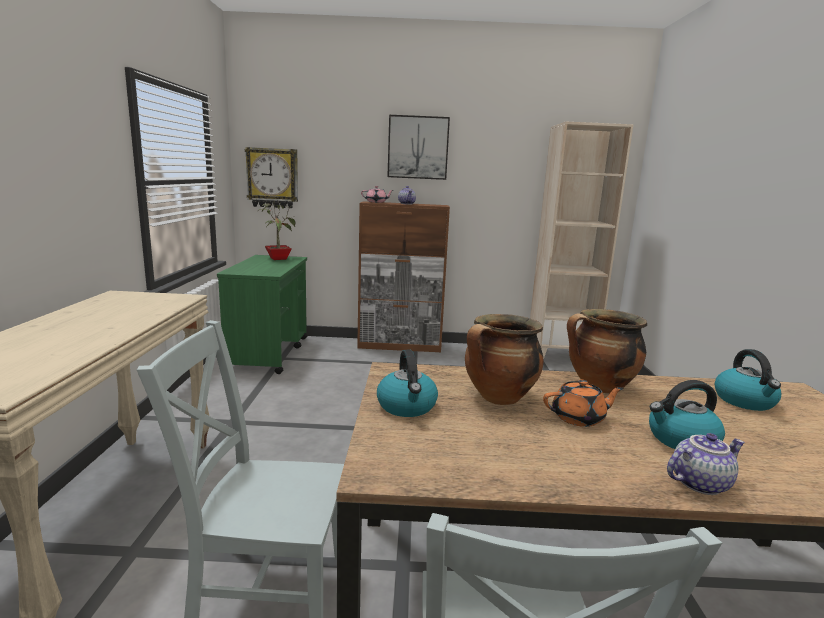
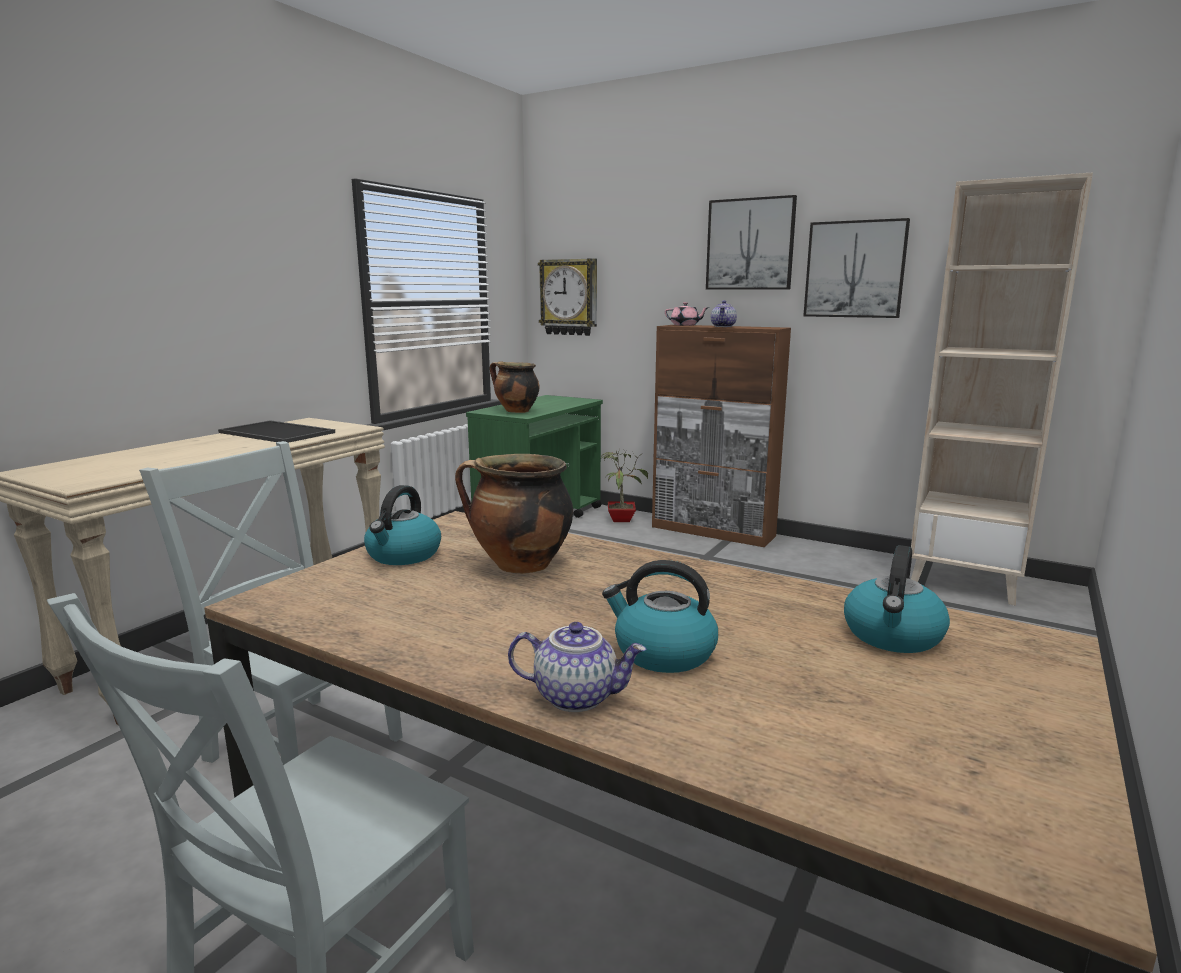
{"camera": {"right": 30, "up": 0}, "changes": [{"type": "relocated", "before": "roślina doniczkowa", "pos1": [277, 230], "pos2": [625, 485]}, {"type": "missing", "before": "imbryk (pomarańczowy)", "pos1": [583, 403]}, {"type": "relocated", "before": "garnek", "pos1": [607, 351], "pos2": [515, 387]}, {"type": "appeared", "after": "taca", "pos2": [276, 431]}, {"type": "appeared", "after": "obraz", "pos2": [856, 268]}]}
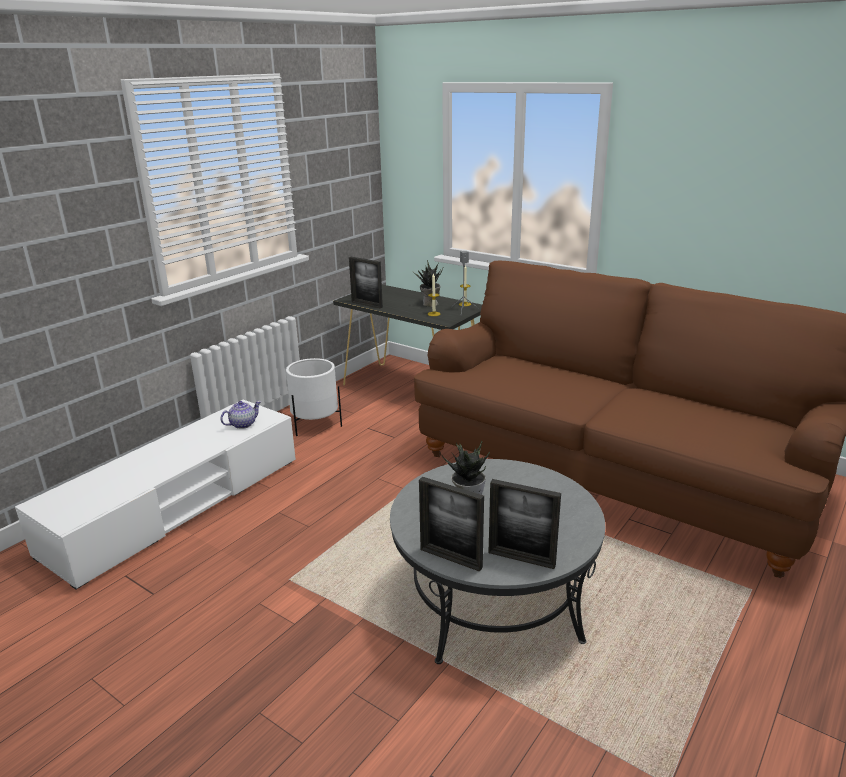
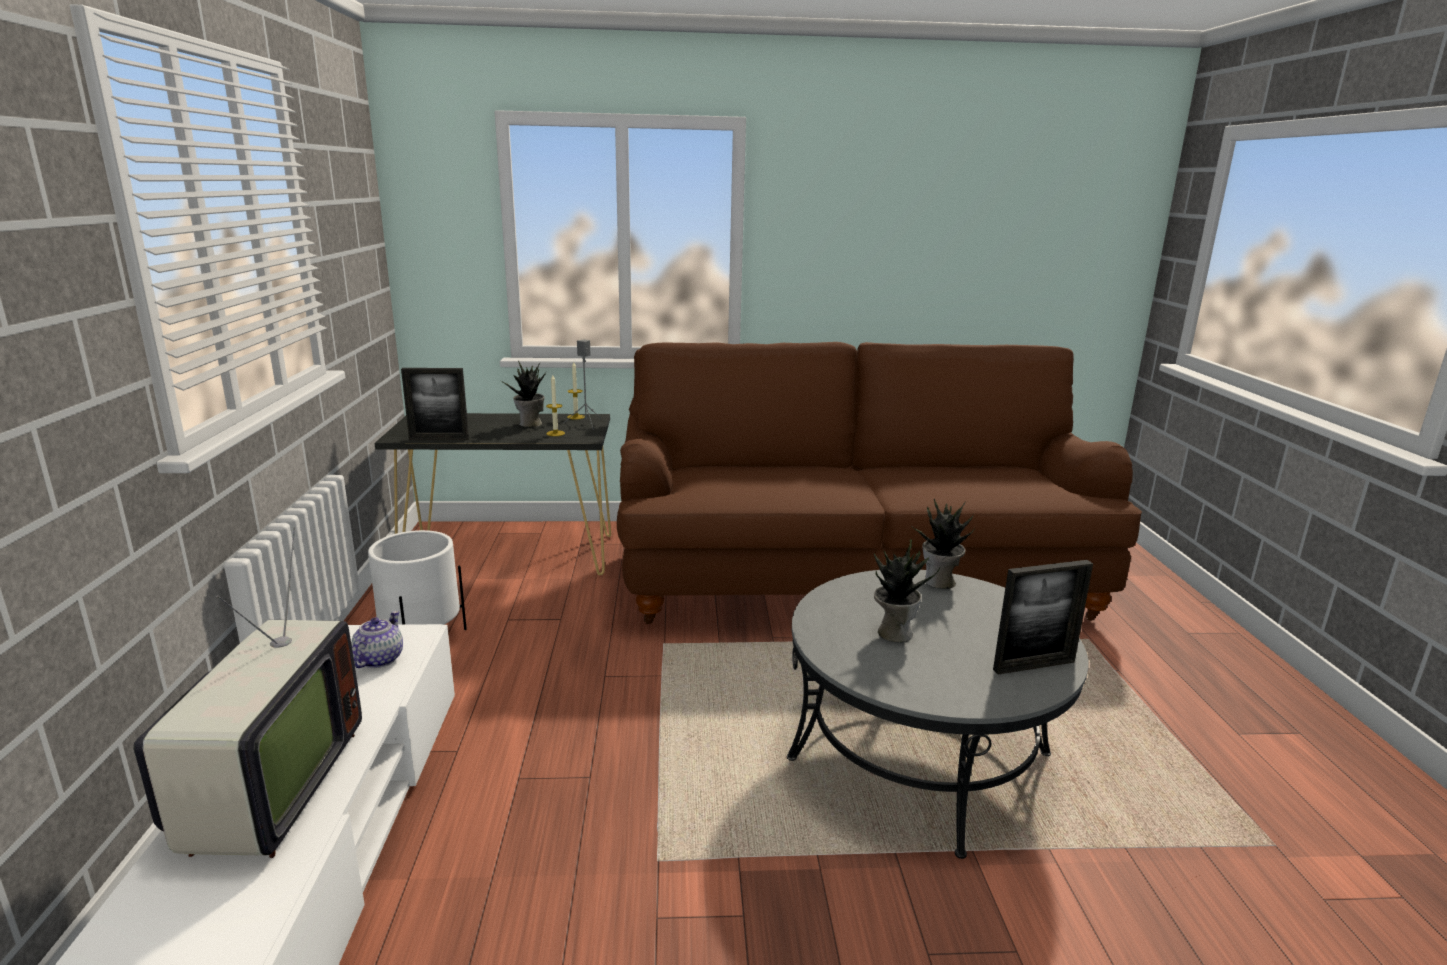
{"camera": {"right": -40, "up": -5}, "changes": [{"type": "missing", "before": "ramka na zdjęcie", "pos1": [451, 524]}, {"type": "appeared", "after": "telewizor", "pos2": [248, 692]}, {"type": "appeared", "after": "roślina doniczkowa", "pos2": [944, 544]}]}
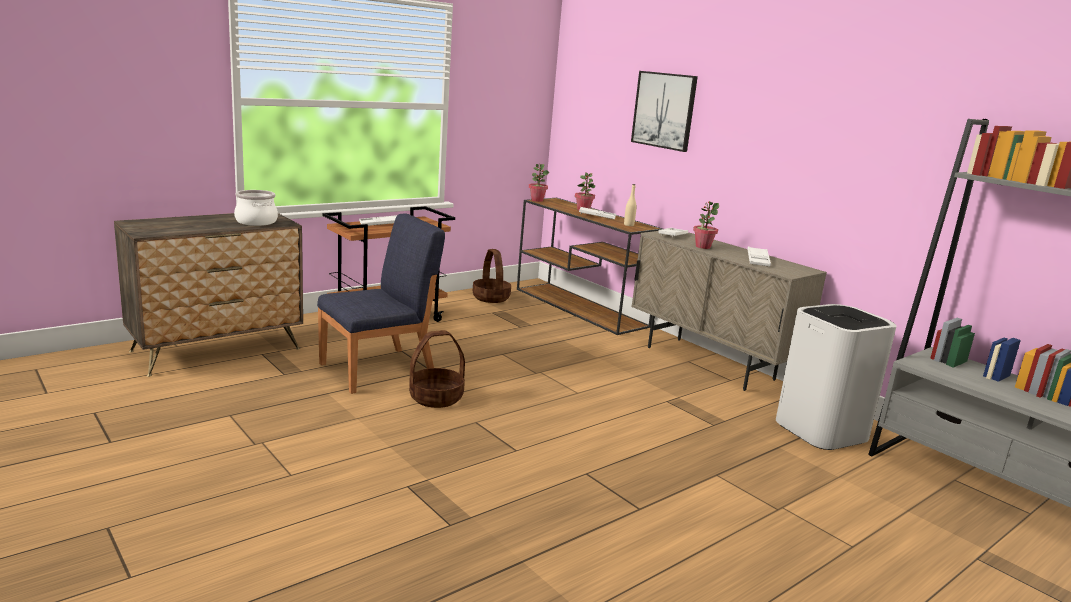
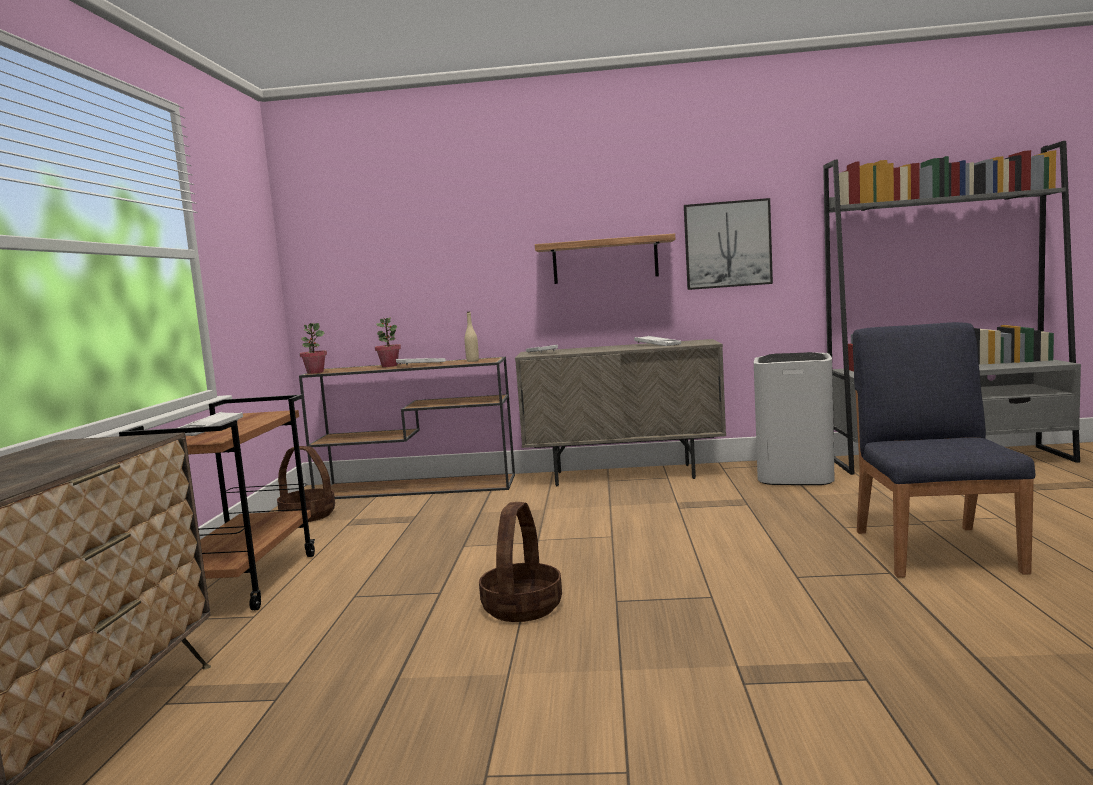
{"camera": {"right": -45, "up": -10}, "changes": [{"type": "missing", "before": "garnek", "pos1": [256, 208]}, {"type": "relocated", "before": "krzesło (niebieski)", "pos1": [381, 303], "pos2": [943, 450]}, {"type": "relocated", "before": "obraz", "pos1": [664, 111], "pos2": [728, 244]}, {"type": "missing", "before": "roślina doniczkowa", "pos1": [706, 225]}, {"type": "appeared", "after": "półka", "pos2": [605, 258]}]}
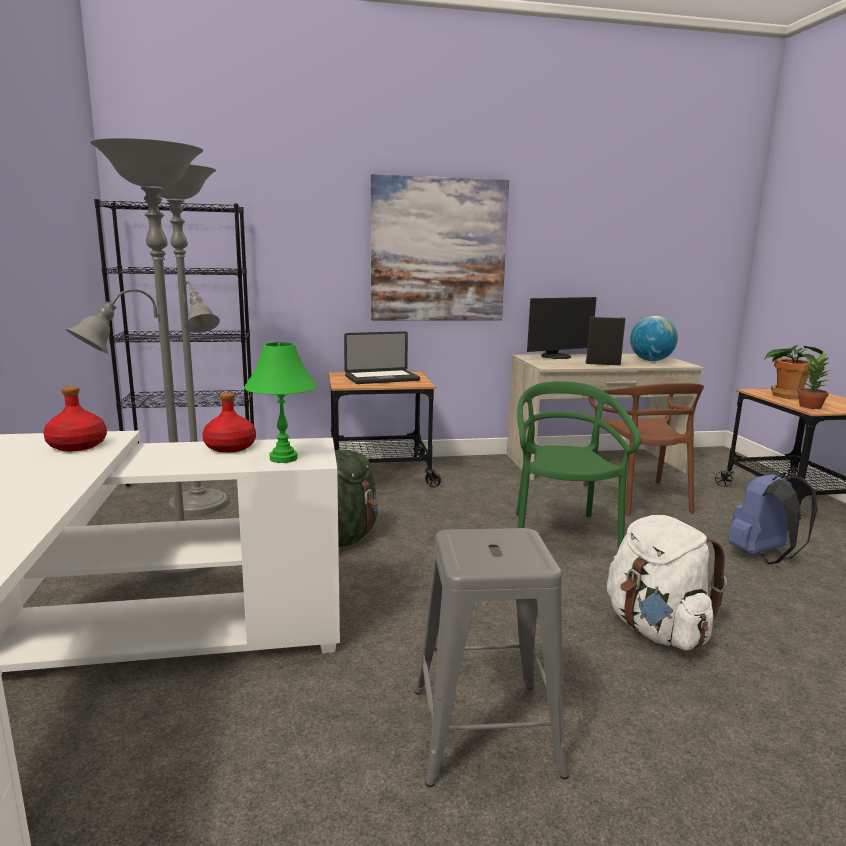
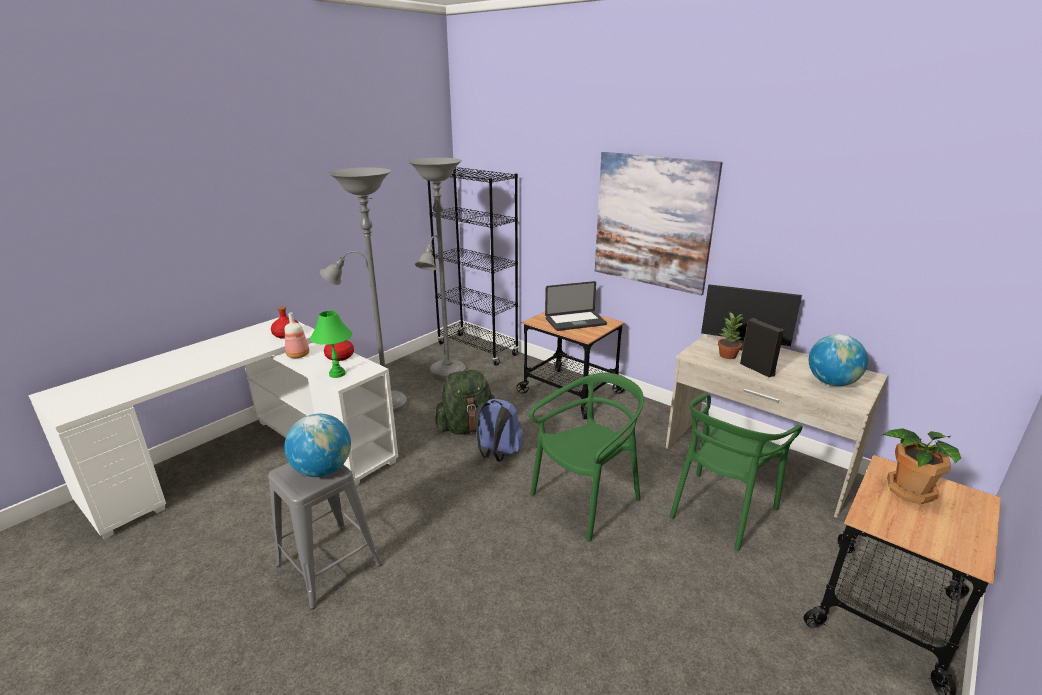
{"camera": {"right": 50, "up": 10}, "changes": [{"type": "spun", "before": "laptop", "pos1": [382, 357], "pos2": [576, 306], "turn": -45}, {"type": "colour", "before": "krzesło (brązowy)", "after": "krzesło (zielony)", "pos1": [643, 449], "pos2": [736, 472]}, {"type": "missing", "before": "plecak (biały)", "pos1": [667, 583]}, {"type": "relocated", "before": "plecak (niebieski)", "pos1": [773, 518], "pos2": [499, 430]}, {"type": "relocated", "before": "roślina doniczkowa", "pos1": [814, 381], "pos2": [730, 336]}, {"type": "appeared", "after": "globus", "pos2": [317, 445]}, {"type": "appeared", "after": "butelka", "pos2": [297, 335]}]}
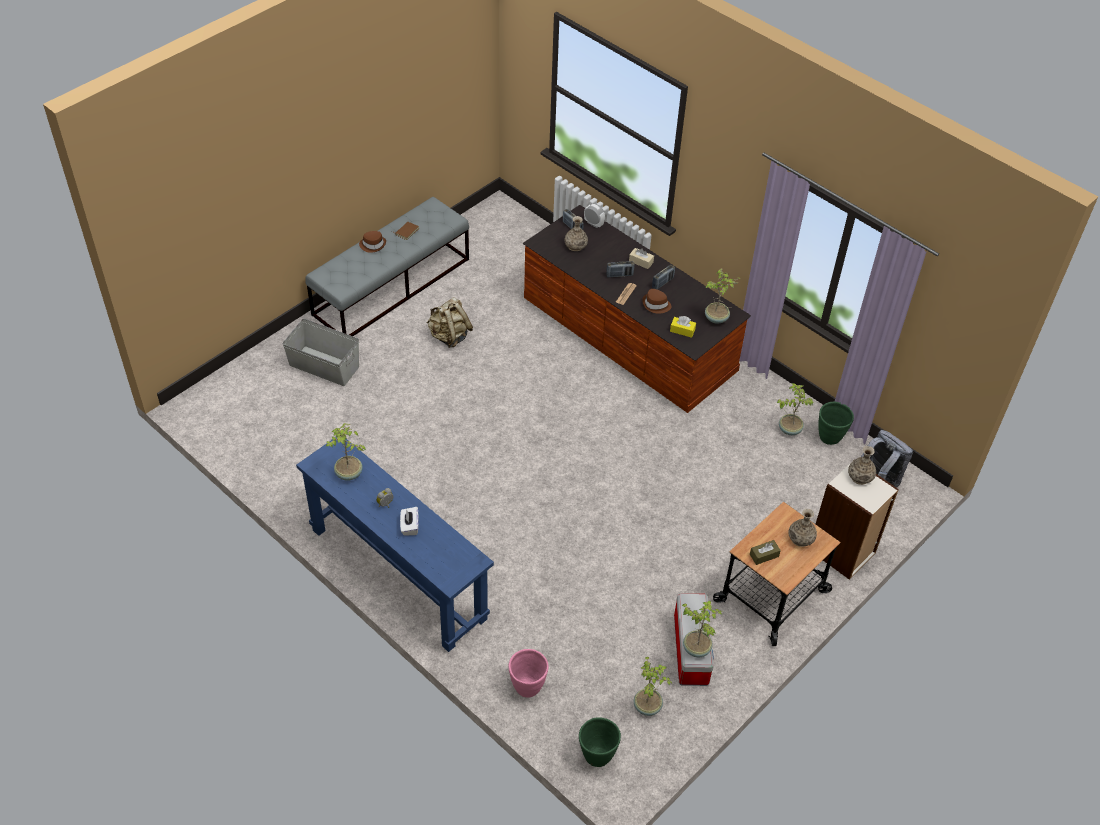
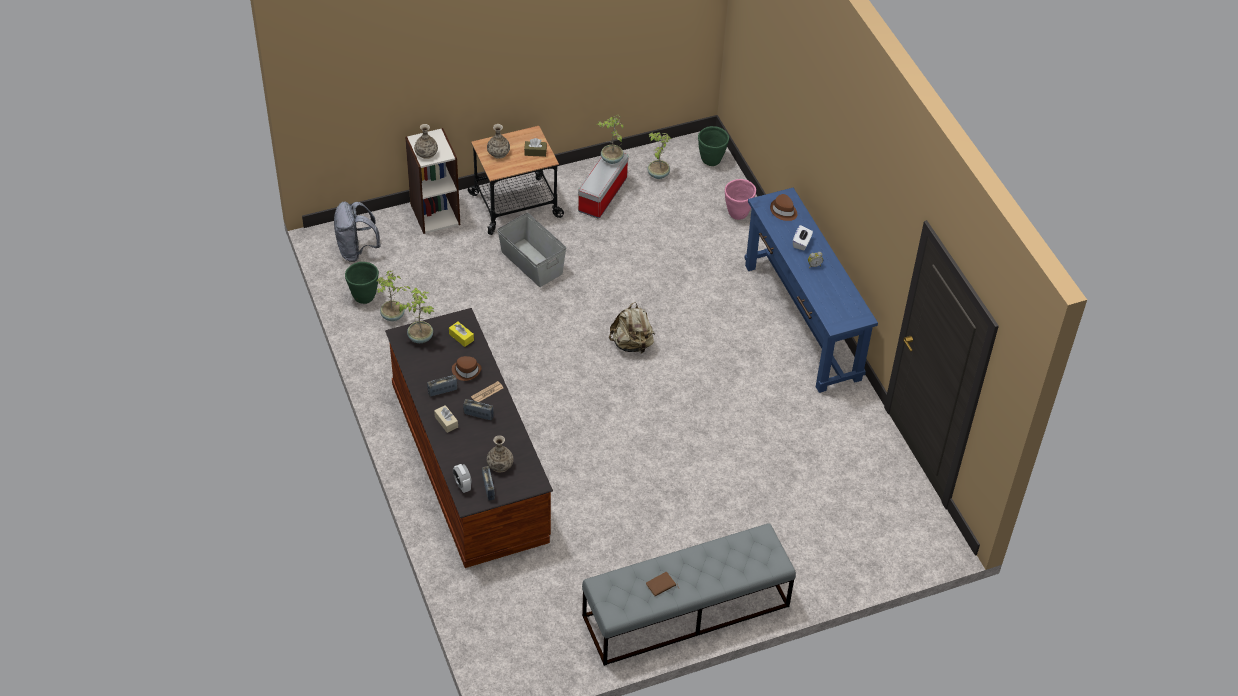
{"camera": {"right": -155, "up": 0}, "changes": [{"type": "relocated", "before": "pojemnik do przechowywania (szary)", "pos1": [320, 352], "pos2": [531, 249]}, {"type": "missing", "before": "roślina doniczkowa", "pos1": [346, 452]}, {"type": "relocated", "before": "kapelusz (brązowy)", "pos1": [372, 242], "pos2": [783, 207]}, {"type": "relocated", "before": "plecak (beżowy)", "pos1": [450, 322], "pos2": [632, 327]}]}
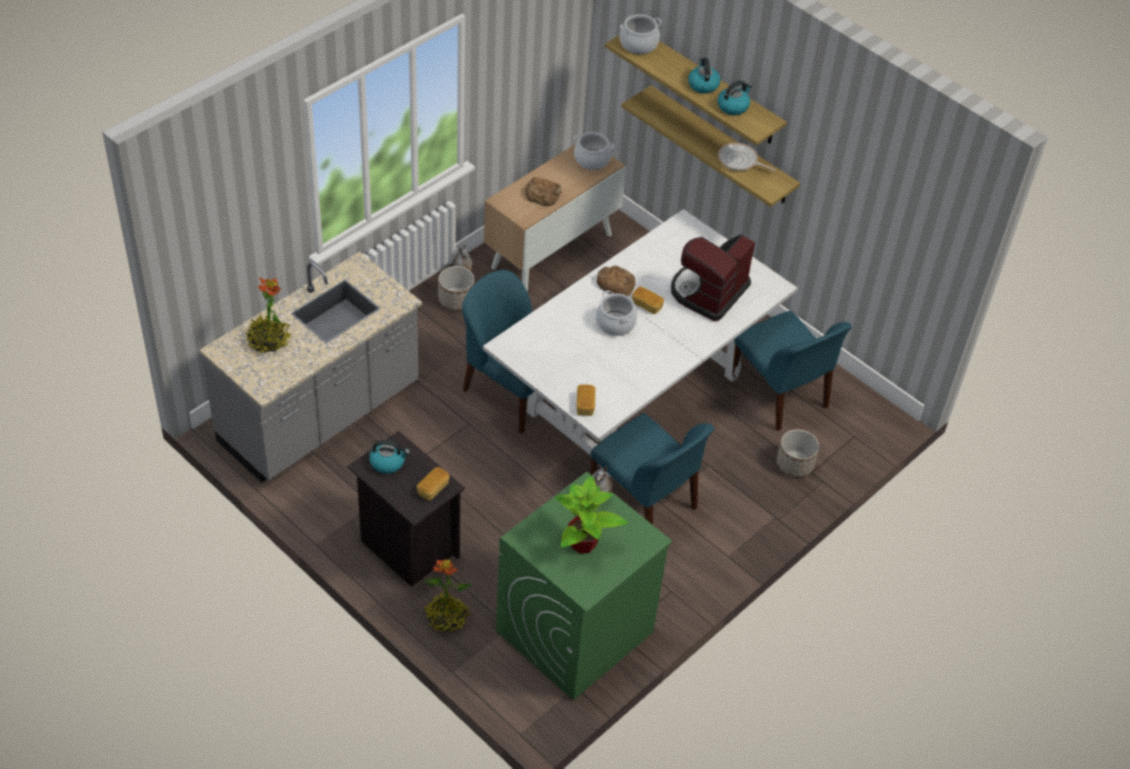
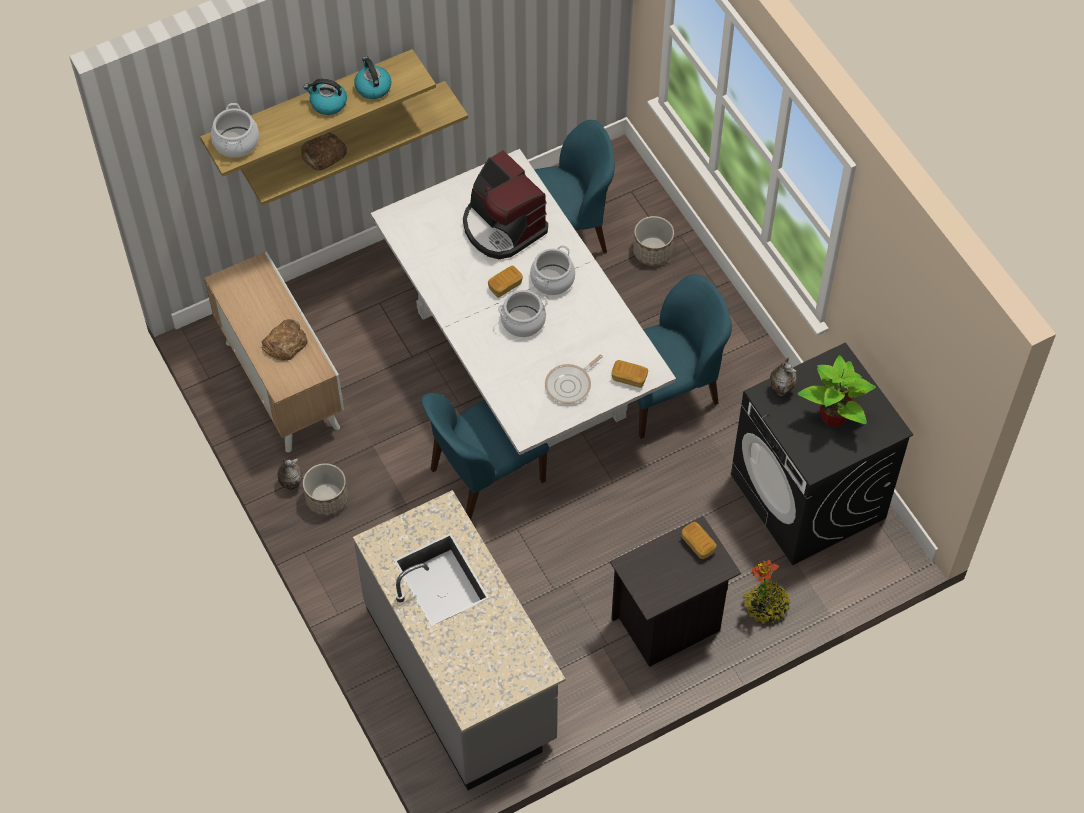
{"camera": {"right": -70, "up": 10}, "changes": [{"type": "missing", "before": "roślina doniczkowa", "pos1": [268, 315]}, {"type": "missing", "before": "czajnik", "pos1": [389, 457]}, {"type": "colour", "before": "pralka (zielony)", "after": "pralka (czarny)", "pos1": [584, 586], "pos2": [822, 453]}, {"type": "relocated", "before": "garnek", "pos1": [594, 151], "pos2": [552, 270]}, {"type": "relocated", "before": "chleb", "pos1": [616, 281], "pos2": [324, 151]}, {"type": "relocated", "before": "patelnia", "pos1": [747, 157], "pos2": [574, 379]}]}
